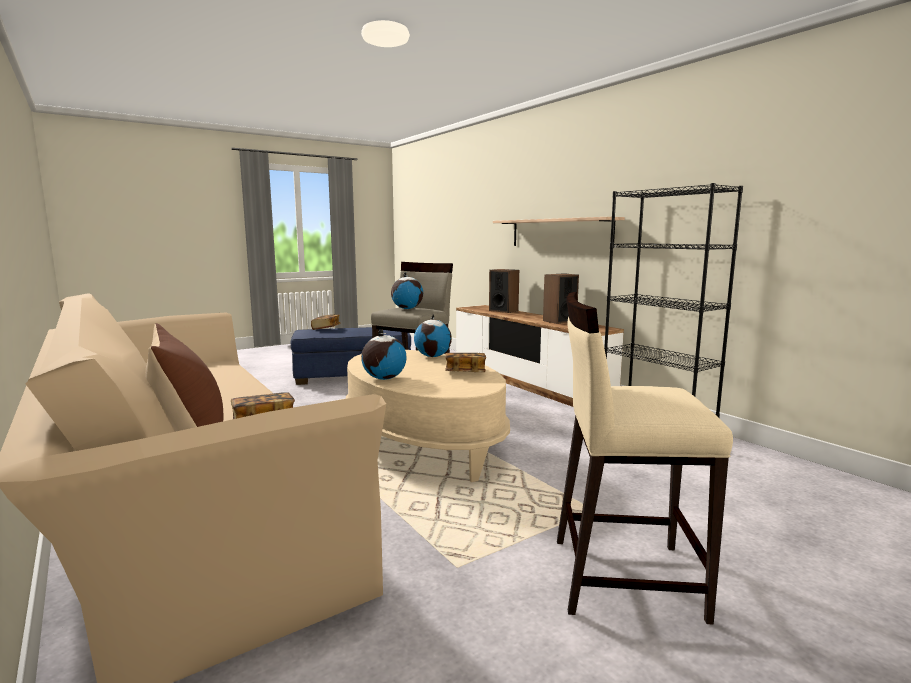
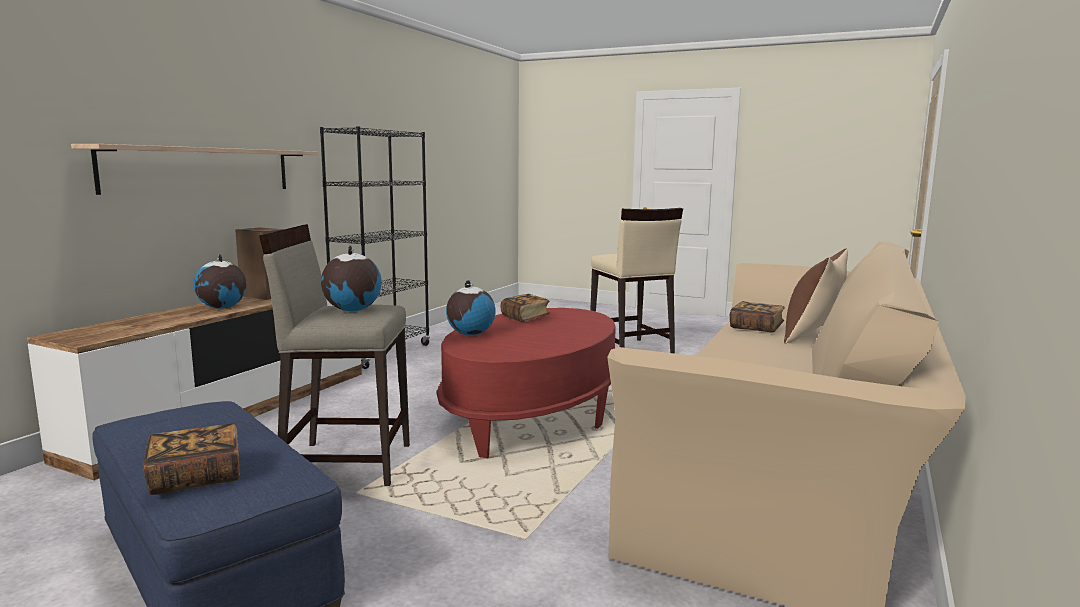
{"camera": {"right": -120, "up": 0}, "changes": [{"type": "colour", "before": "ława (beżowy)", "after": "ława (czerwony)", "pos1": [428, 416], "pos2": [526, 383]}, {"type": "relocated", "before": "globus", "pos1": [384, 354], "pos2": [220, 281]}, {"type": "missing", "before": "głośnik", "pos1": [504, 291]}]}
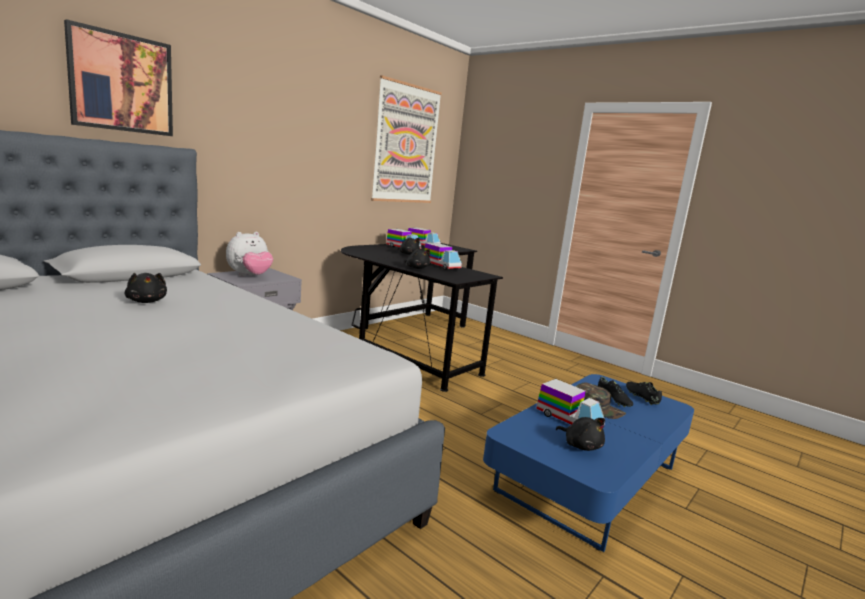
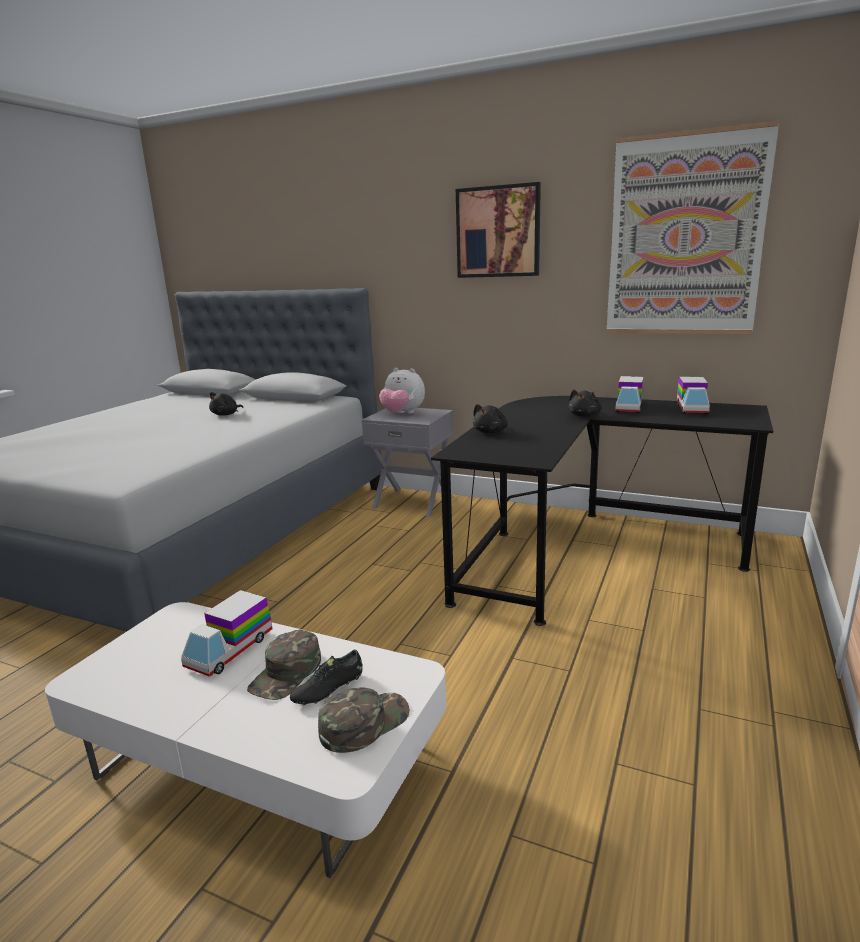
{"camera": {"right": 75, "up": 5}, "changes": [{"type": "relocated", "before": "obraz", "pos1": [118, 77], "pos2": [498, 230]}, {"type": "missing", "before": "ciężarówka zabawkowa", "pos1": [443, 256]}, {"type": "colour", "before": "ława (niebieski)", "after": "ława (biały)", "pos1": [588, 463], "pos2": [245, 740]}, {"type": "missing", "before": "pluszak (czarny)", "pos1": [580, 434]}, {"type": "exchanged", "before": "but (czarny)", "after": "czapka z daszkiem (zielony)", "pos1": [644, 393], "pos2": [364, 720]}]}
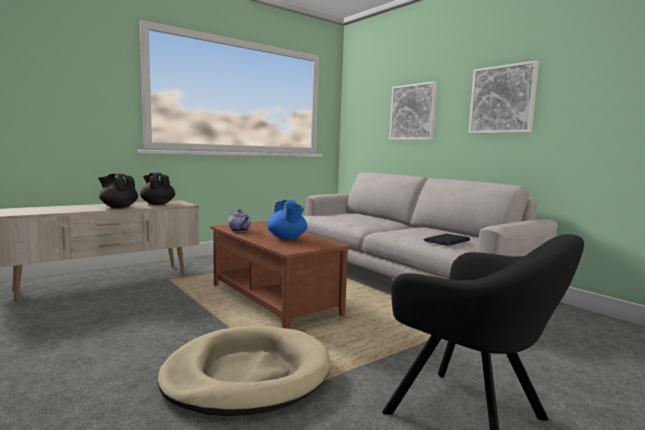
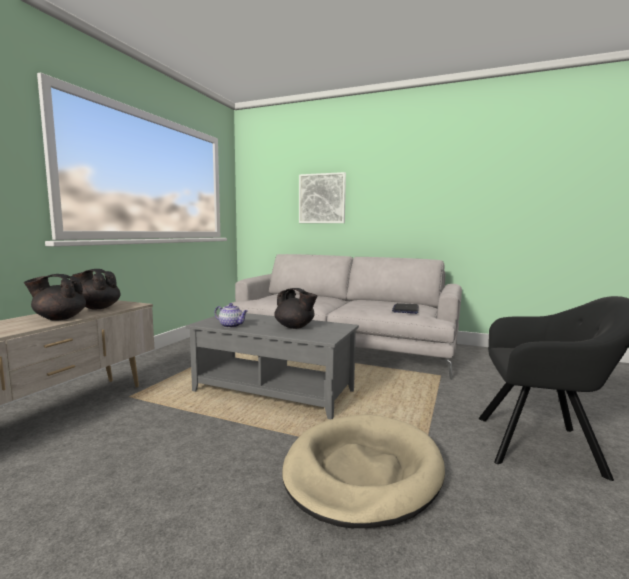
{"camera": {"right": -30, "up": 0}, "changes": [{"type": "colour", "before": "ława (brązowy)", "after": "ława (szary)", "pos1": [281, 275], "pos2": [272, 366]}, {"type": "colour", "before": "imbryk (niebieski)", "after": "imbryk (czarny)", "pos1": [287, 220], "pos2": [295, 308]}, {"type": "missing", "before": "obraz", "pos1": [504, 97]}]}
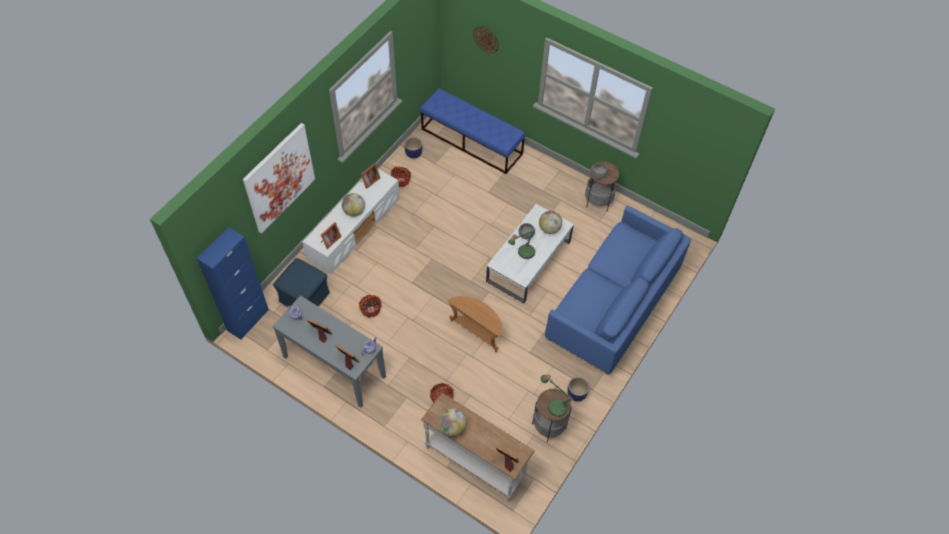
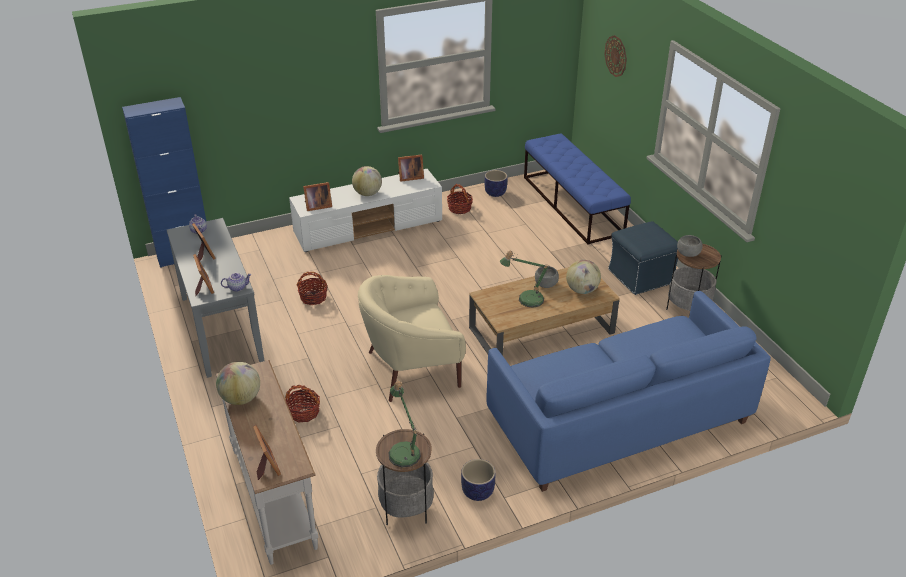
{"camera": {"right": 35, "up": -20}, "changes": [{"type": "missing", "before": "obraz", "pos1": [279, 178]}, {"type": "relocated", "before": "pufa (niebieski)", "pos1": [301, 282], "pos2": [643, 258]}, {"type": "exchanged", "before": "stolik (brązowy)", "after": "fotel (beżowy)", "pos1": [475, 324], "pos2": [412, 338]}, {"type": "colour", "before": "ława (biały)", "after": "ława (brązowy)", "pos1": [530, 254], "pos2": [544, 311]}]}
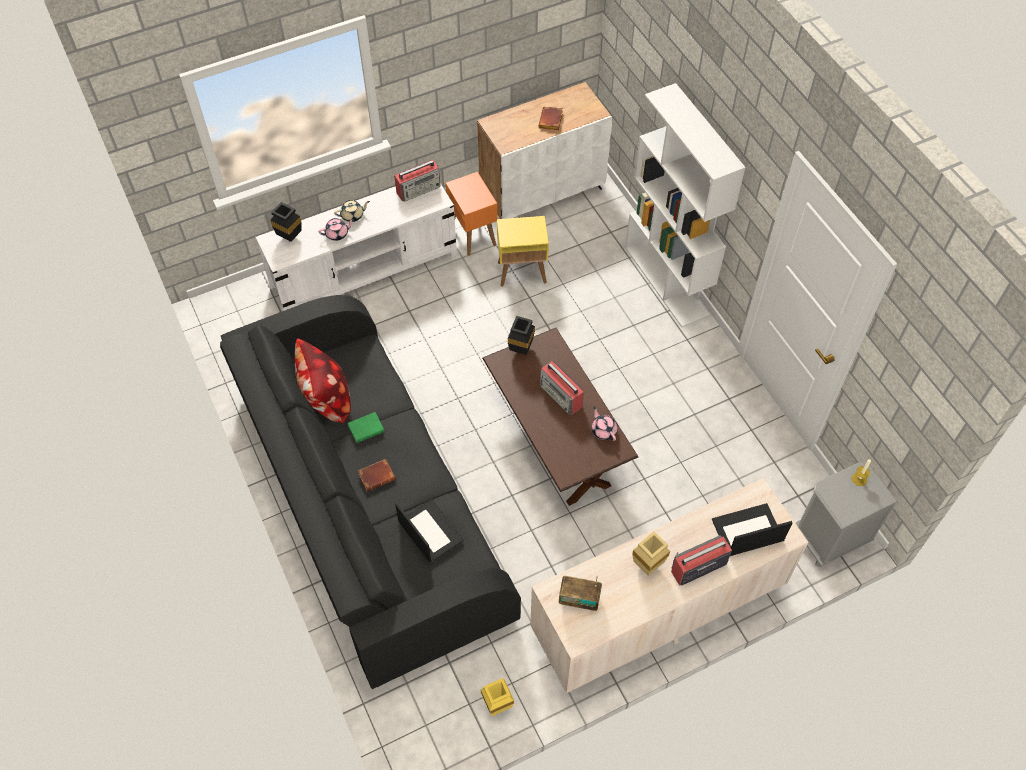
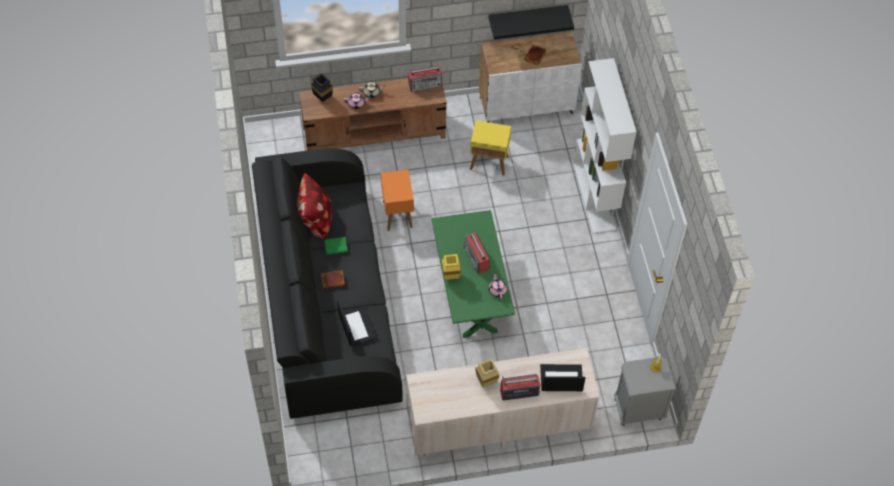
{"camera": {"right": 15, "up": 0}, "changes": [{"type": "colour", "before": "szafka pod telewizor (biały)", "after": "szafka pod telewizor (brązowy)", "pos1": [356, 247], "pos2": [373, 114]}, {"type": "relocated", "before": "stolik (pomarańczowy)", "pos1": [472, 214], "pos2": [397, 200]}, {"type": "relocated", "before": "wazon (żółty)", "pos1": [497, 697], "pos2": [451, 267]}, {"type": "colour", "before": "ława (brązowy)", "after": "ława (zielony)", "pos1": [560, 417], "pos2": [473, 274]}, {"type": "missing", "before": "wazon (czarny)", "pos1": [521, 335]}, {"type": "missing", "before": "radio", "pos1": [580, 593]}, {"type": "appeared", "after": "półka (czarny)", "pos2": [531, 22]}]}
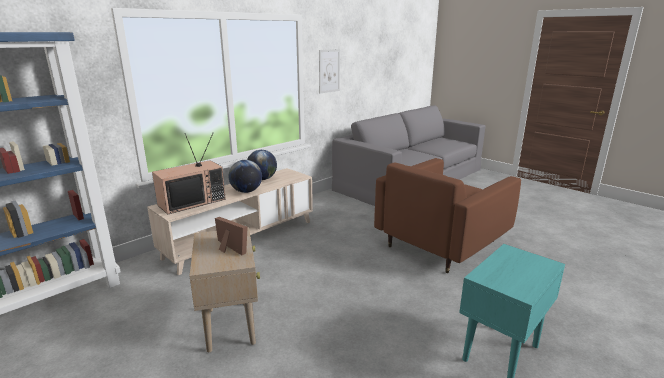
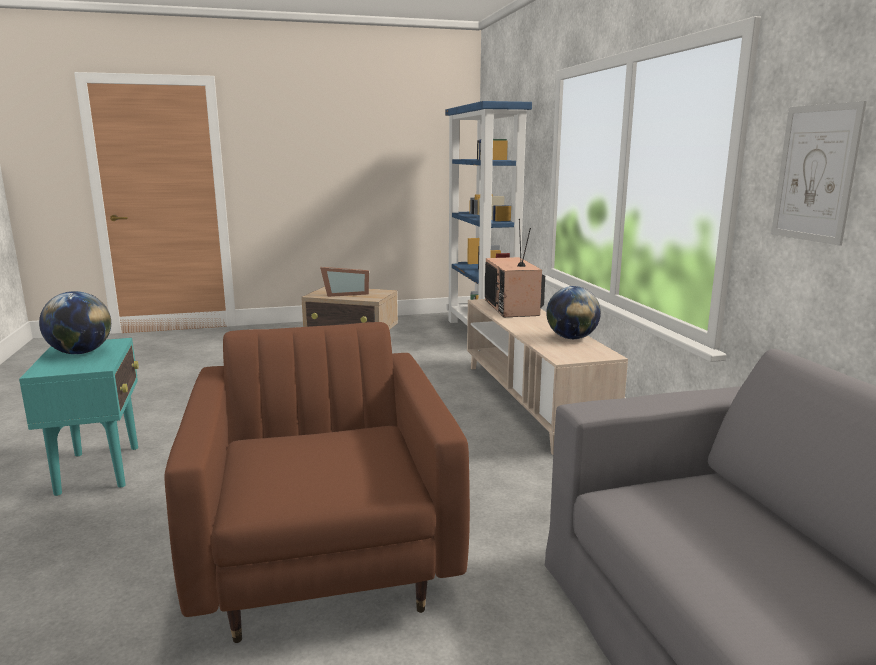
{"camera": {"right": 120, "up": -5}, "changes": [{"type": "relocated", "before": "globus", "pos1": [245, 176], "pos2": [75, 322]}]}
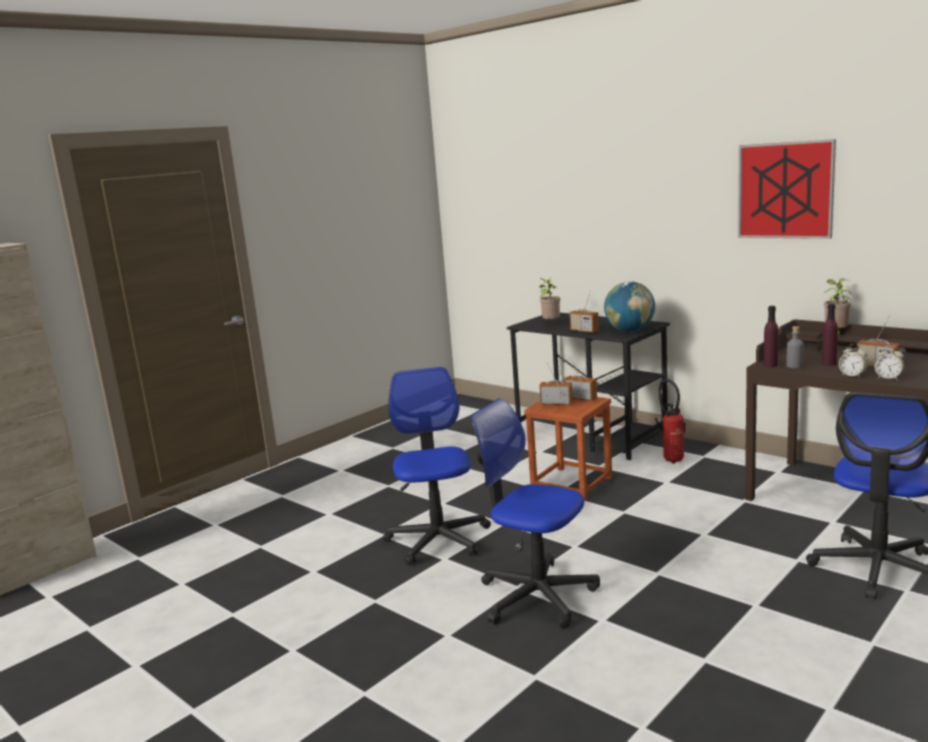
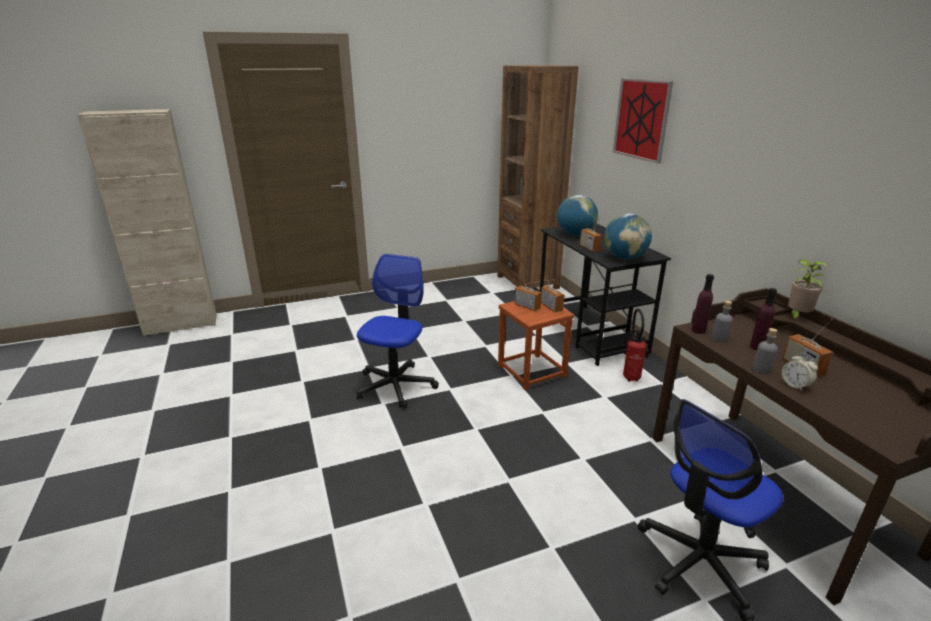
{"camera": {"right": 25, "up": 10}, "changes": [{"type": "missing", "before": "krzesło biurowe", "pos1": [535, 514]}, {"type": "exchanged", "before": "roślina doniczkowa", "after": "globus", "pos1": [549, 299], "pos2": [577, 215]}, {"type": "relocated", "before": "obraz", "pos1": [787, 189], "pos2": [643, 121]}, {"type": "exchanged", "before": "budzik", "after": "butelka (szary)", "pos1": [853, 360], "pos2": [765, 351]}, {"type": "appeared", "after": "regał (brązowy)", "pos2": [537, 177]}]}
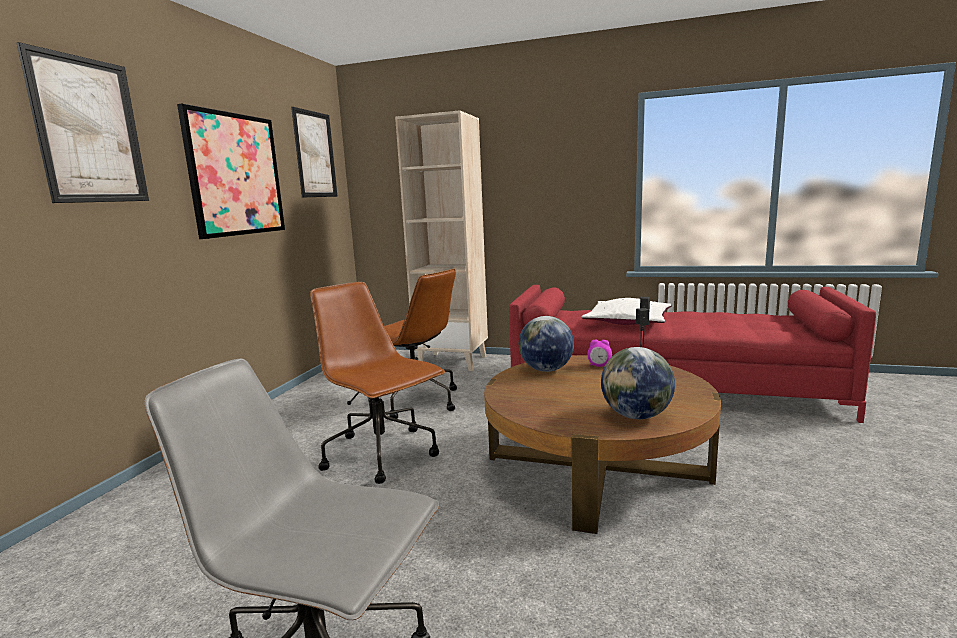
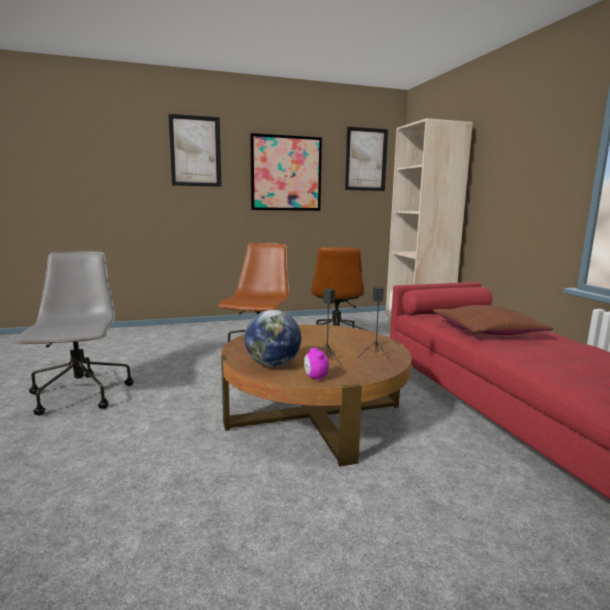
{"camera": {"right": 55, "up": 0}, "changes": [{"type": "missing", "before": "globus", "pos1": [546, 344]}, {"type": "colour", "before": "poduszka (biały)", "after": "poduszka (brązowy)", "pos1": [627, 311], "pos2": [493, 320]}, {"type": "relocated", "before": "budzik", "pos1": [599, 353], "pos2": [316, 364]}]}
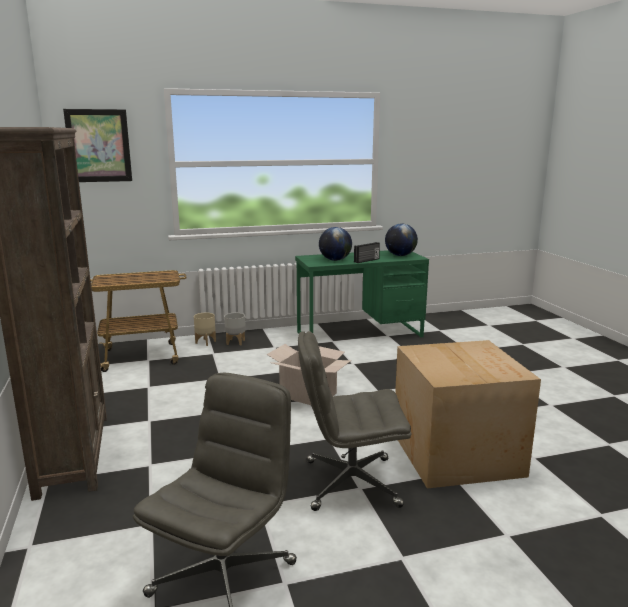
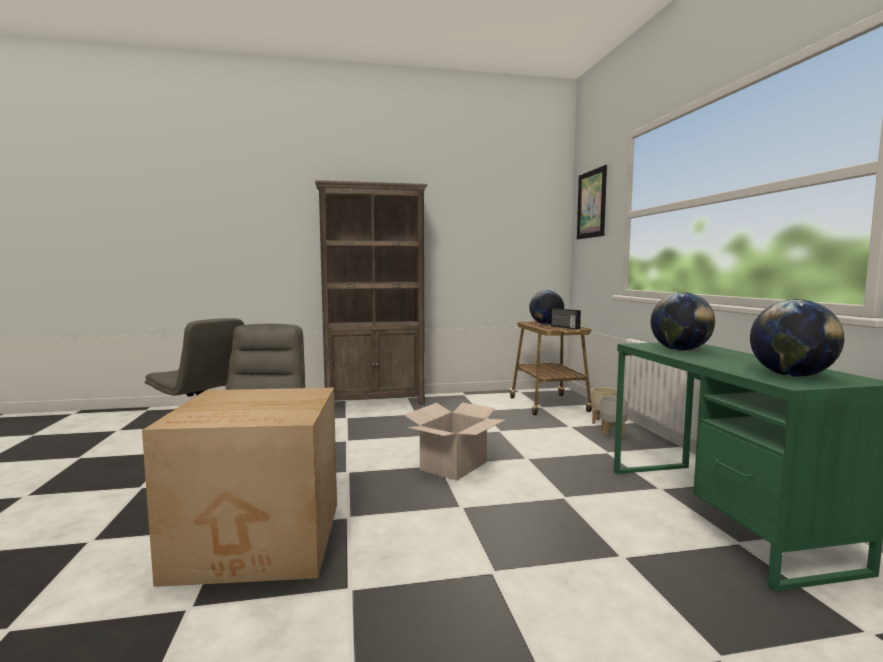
{"camera": {"right": 95, "up": -10}, "changes": [{"type": "relocated", "before": "radio", "pos1": [367, 252], "pos2": [566, 318]}, {"type": "appeared", "after": "globus", "pos2": [546, 307]}]}
